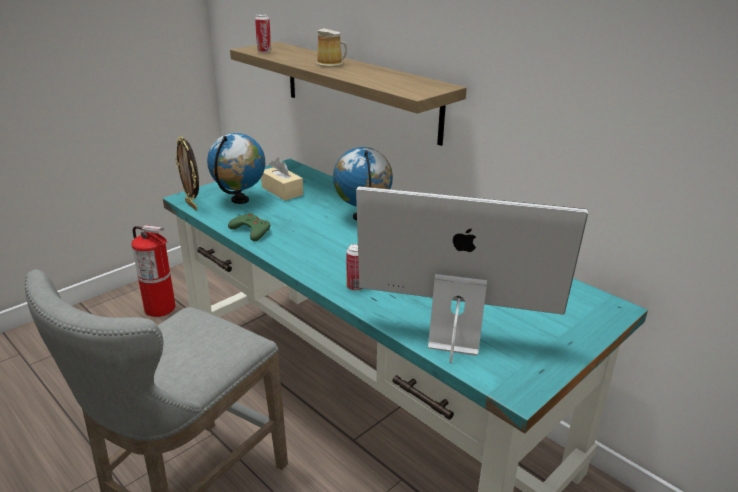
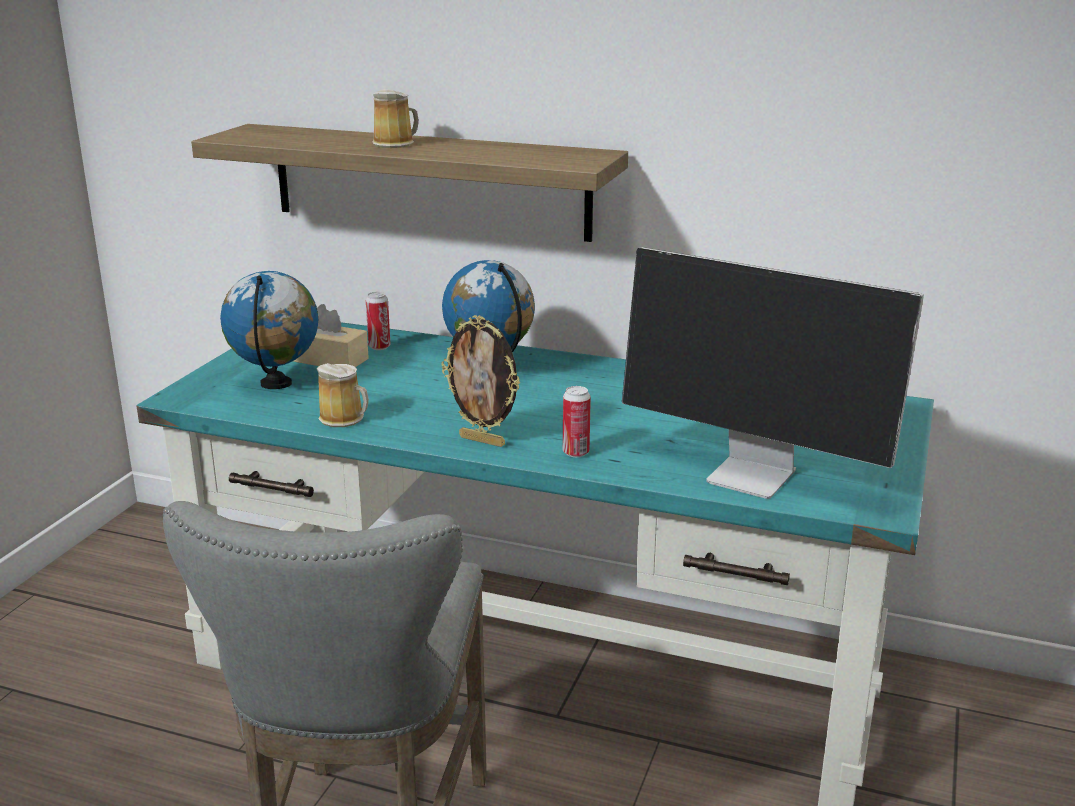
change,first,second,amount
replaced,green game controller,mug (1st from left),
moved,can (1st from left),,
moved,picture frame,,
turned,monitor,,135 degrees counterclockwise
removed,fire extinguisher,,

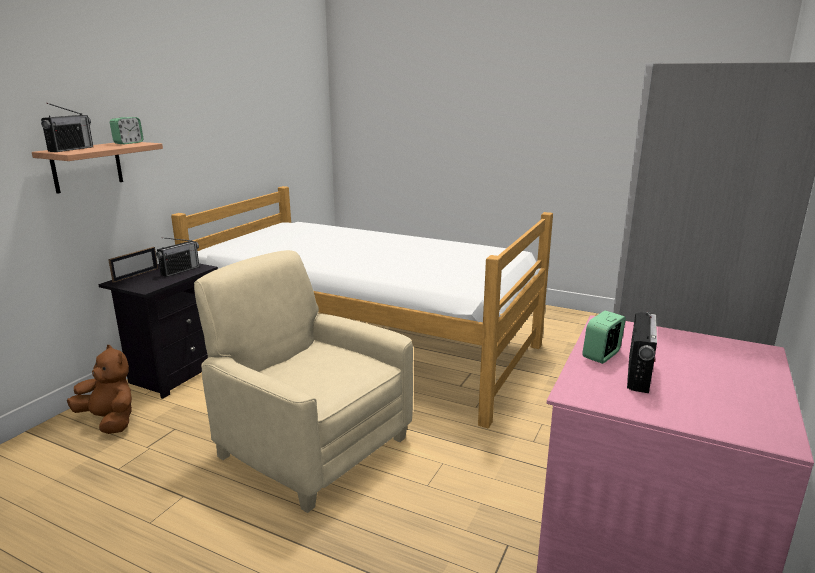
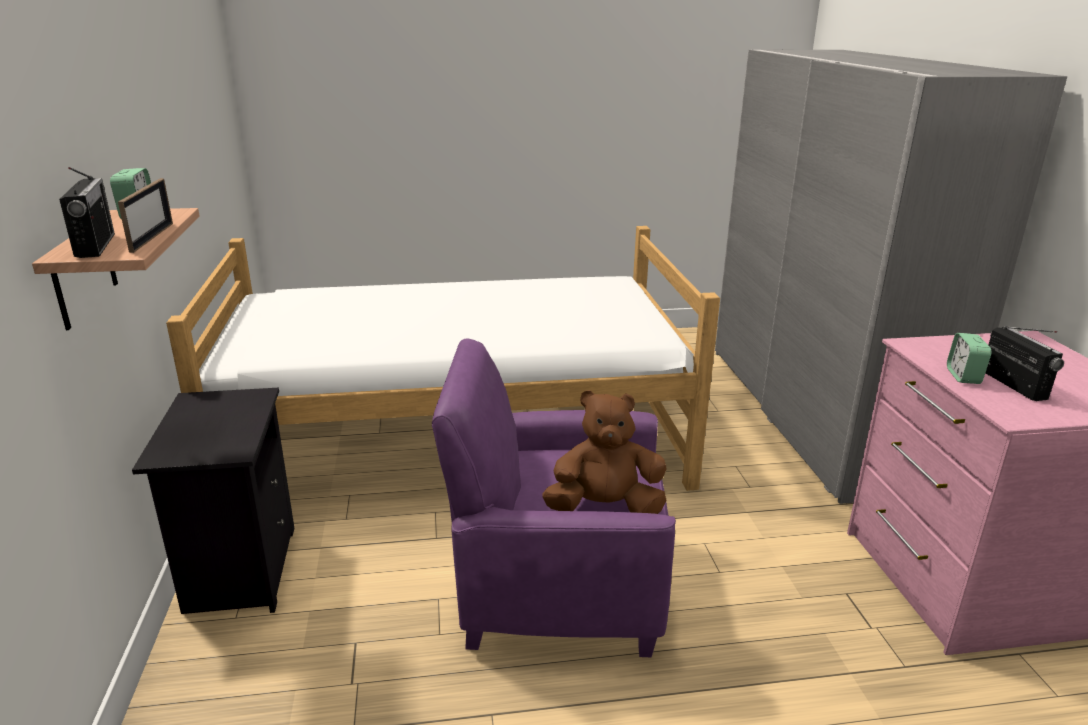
change,first,second,amount
moved,picture frame,,
recoloured,beige armchair,purple armchair,
moved,brown plush toy,,
removed,radio (2nd from left),,

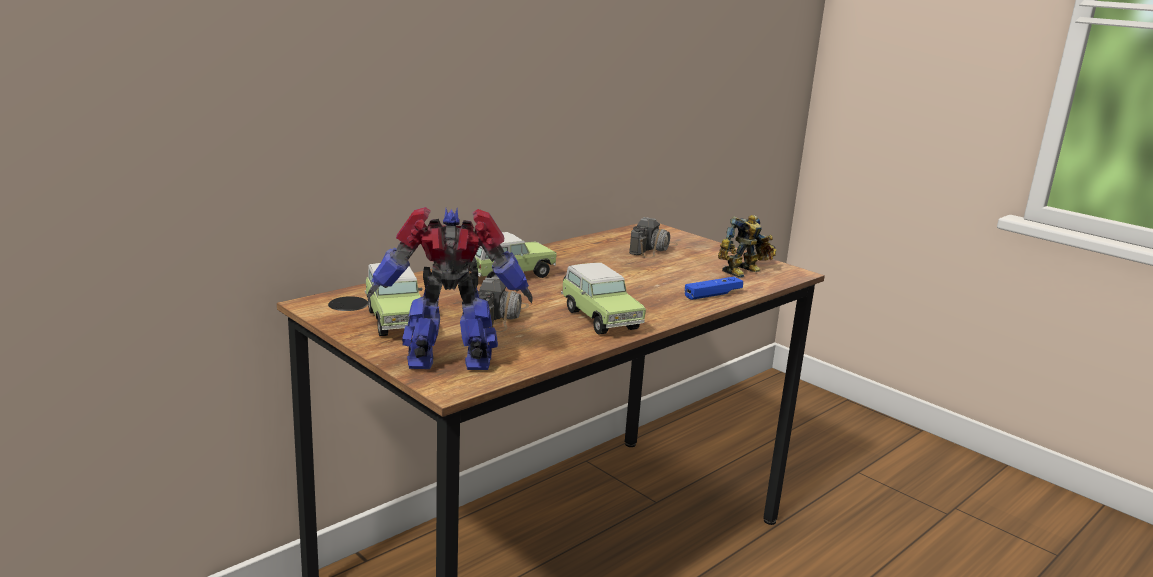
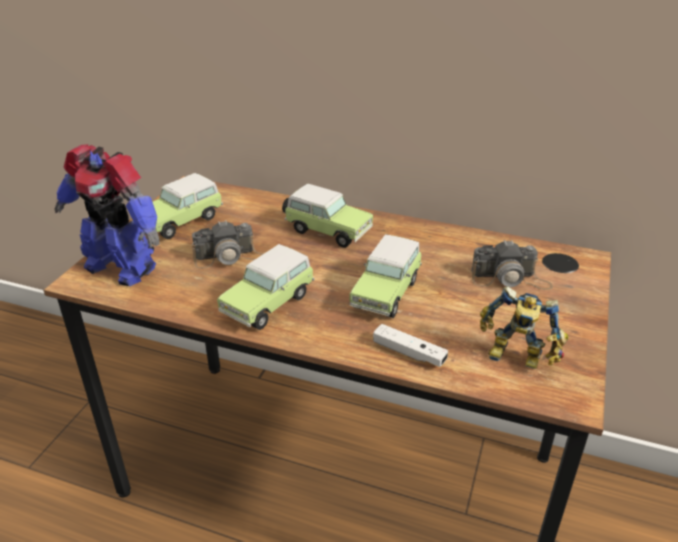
change,first,second,amount
turned,toy robot (1st from left),,150 degrees clockwise
added,,toy car (4th from left),
recoloured,blue game controller,white game controller,

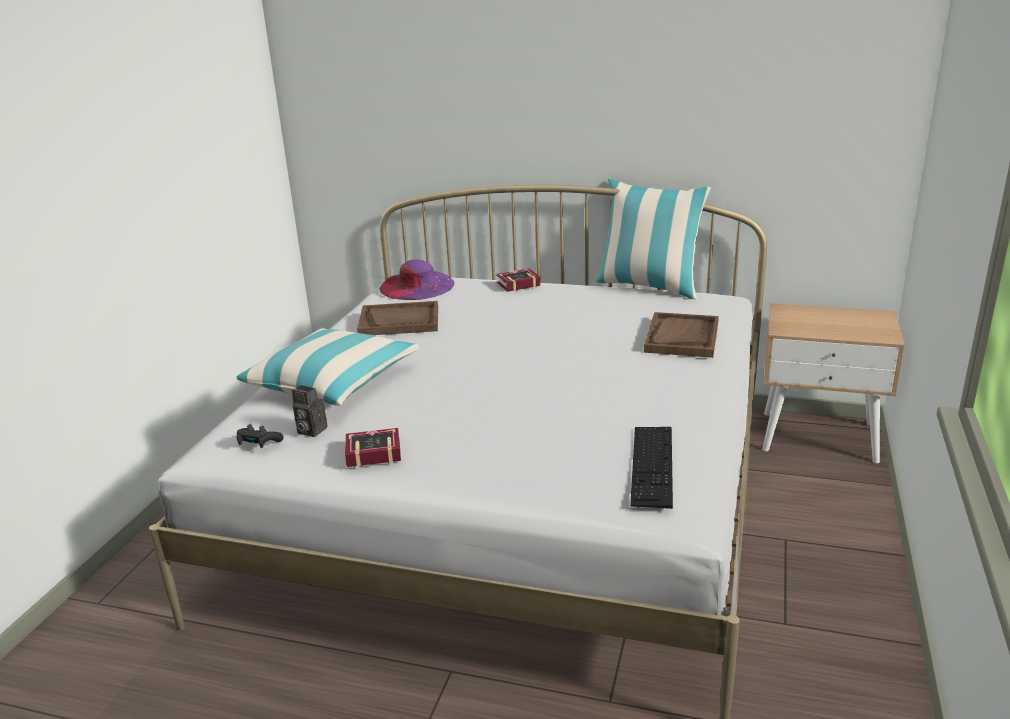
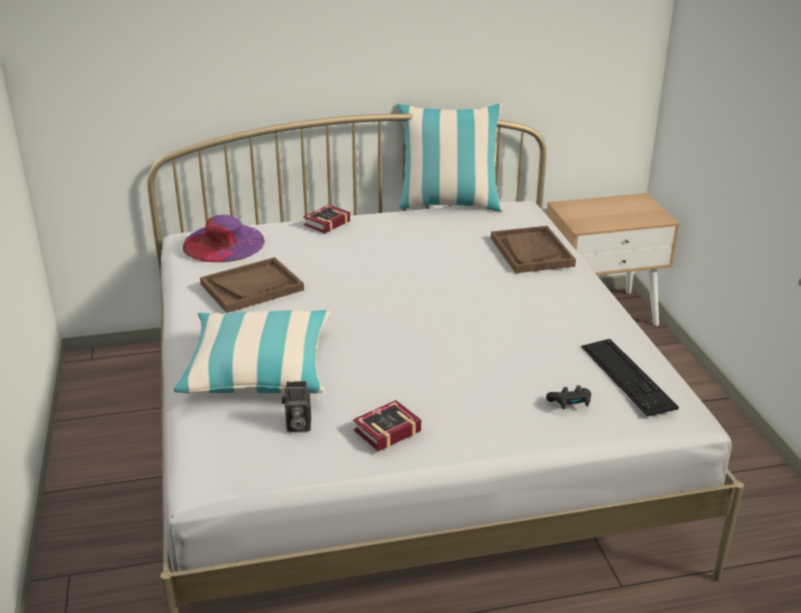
change,first,second,amount
moved,black game controller,,

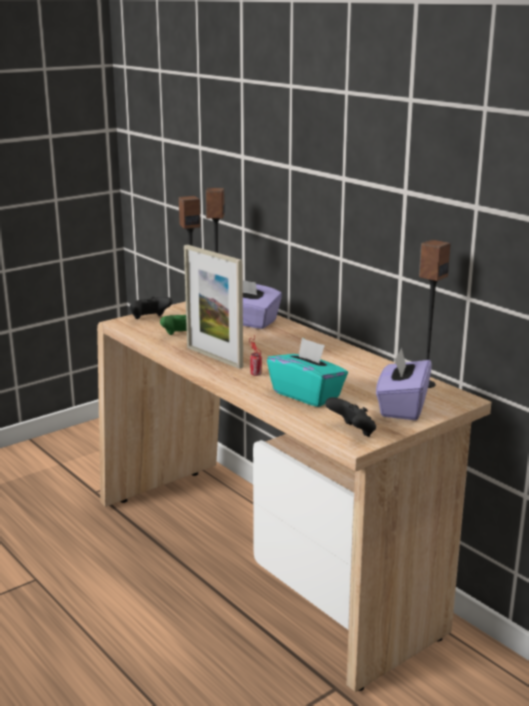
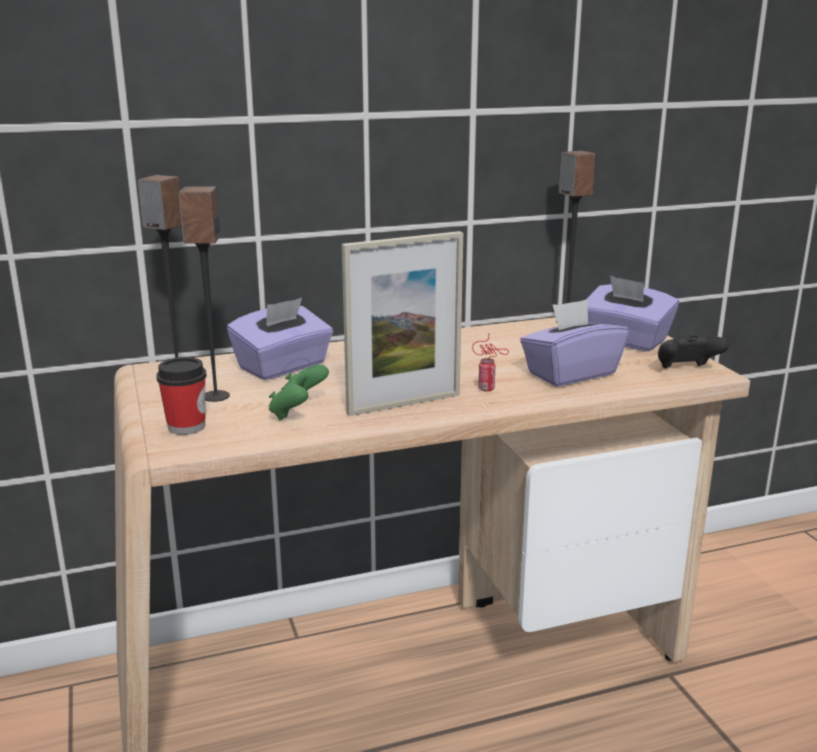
change,first,second,amount
replaced,black game controller (1st from left),cup,
recoloured,turquoise tissue box,purple tissue box (2nd from left),

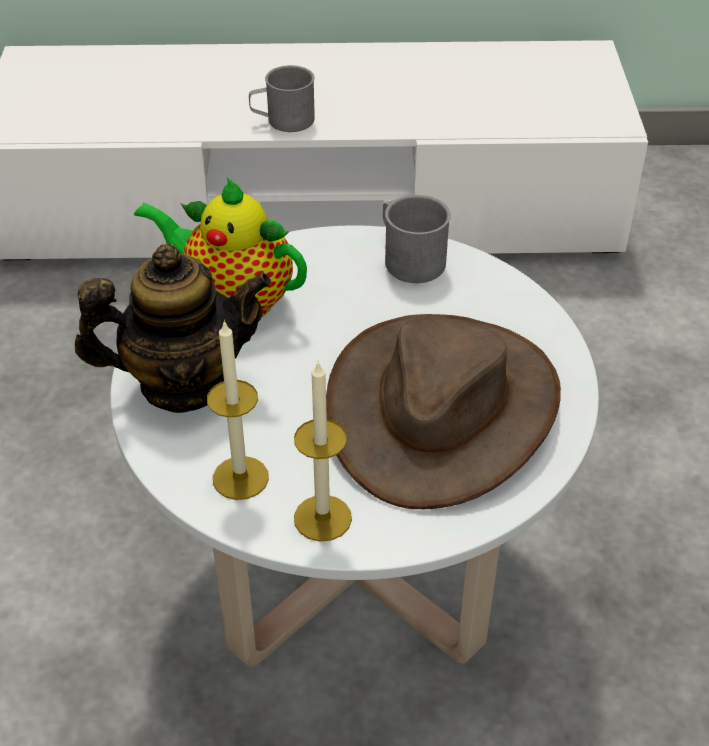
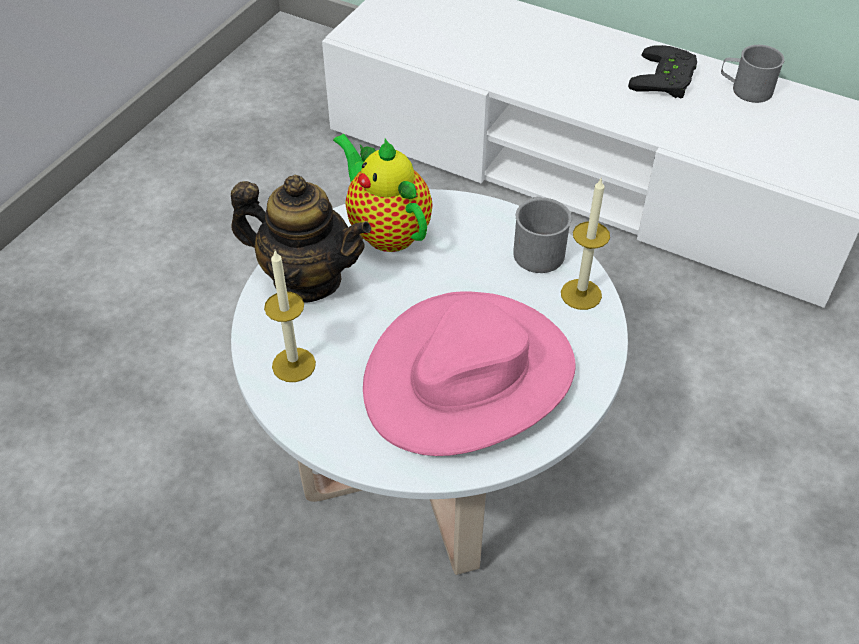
change,first,second,amount
recoloured,brown hat,pink hat,
moved,candle (2nd from left),,
added,,black game controller,
moved,grey mug (1st from left in the first image),grey mug (2nd from left),

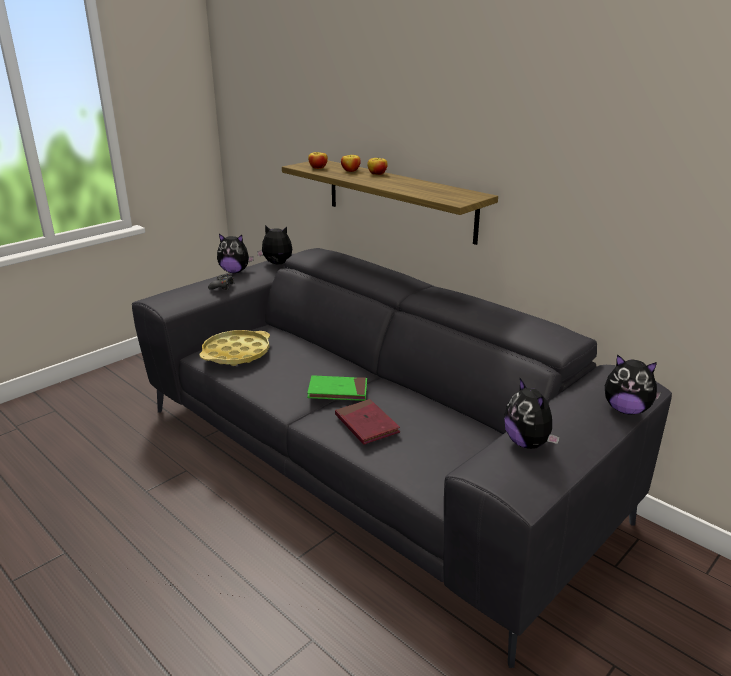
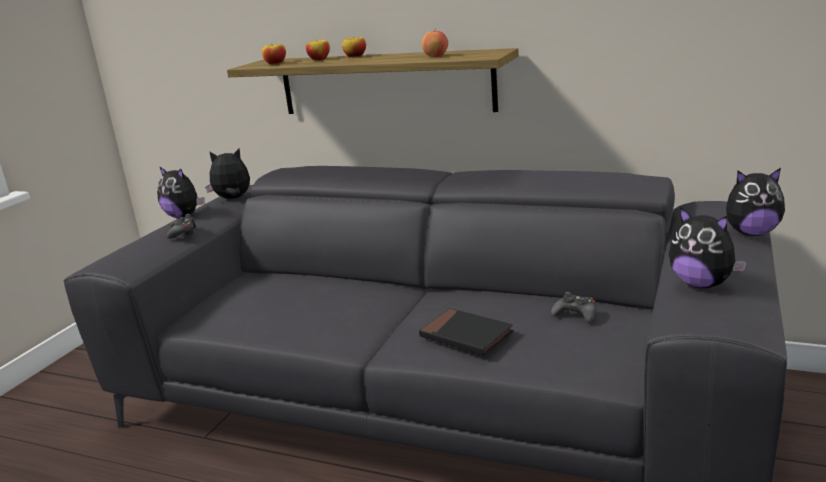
change,first,second,amount
turned,plush toy (1st from left),,45 degrees clockwise
recoloured,red book,black book,
added,,apple (4th from left),
added,,black game controller (2nd from left),
removed,yellow tray,,
removed,green book,,

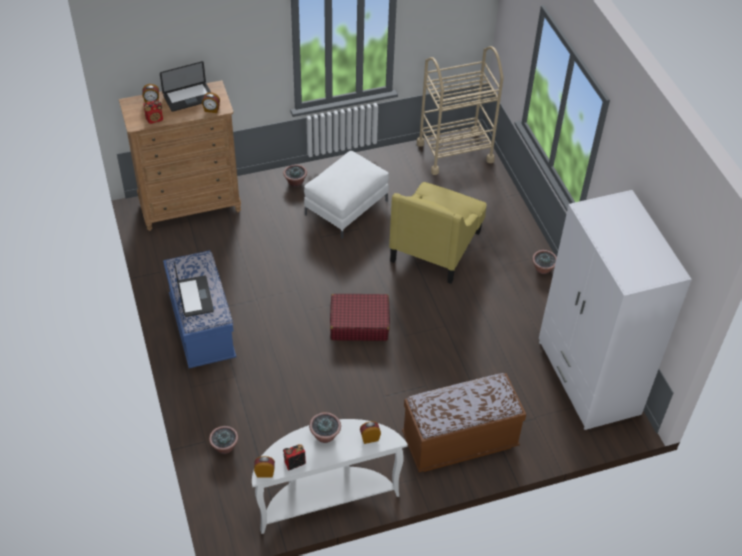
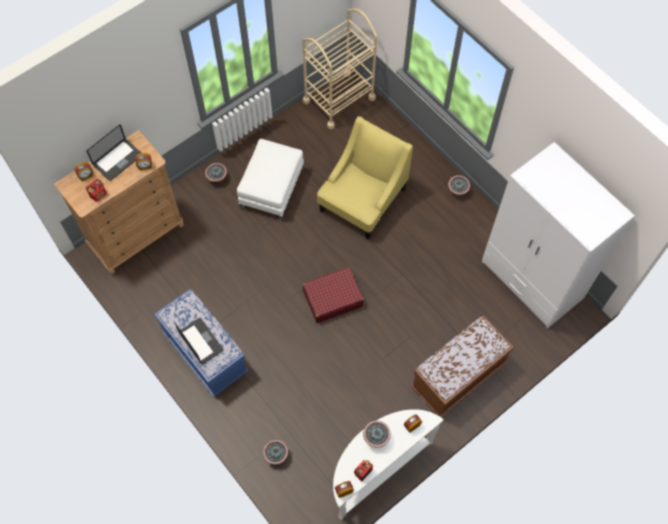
change,first,second,amount
turned,yellow armchair,,150 degrees counterclockwise

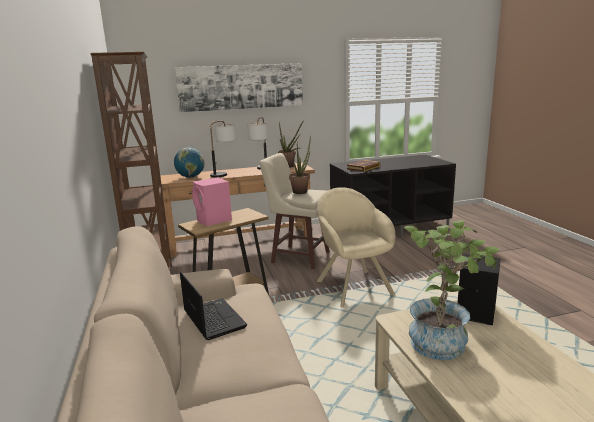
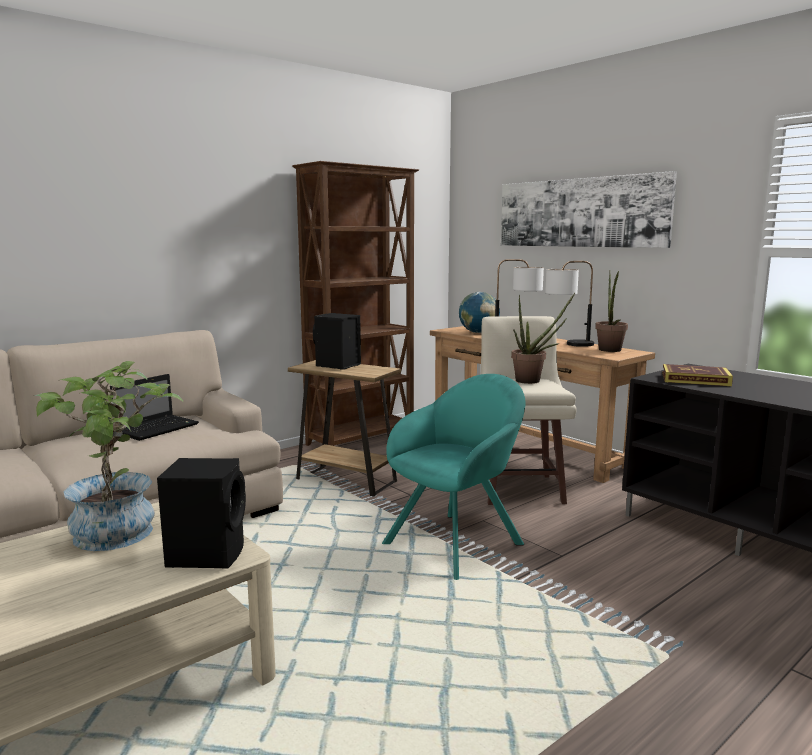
change,first,second,amount
recoloured,pink speaker,black speaker (2nd from left),
recoloured,beige armchair,turquoise armchair,

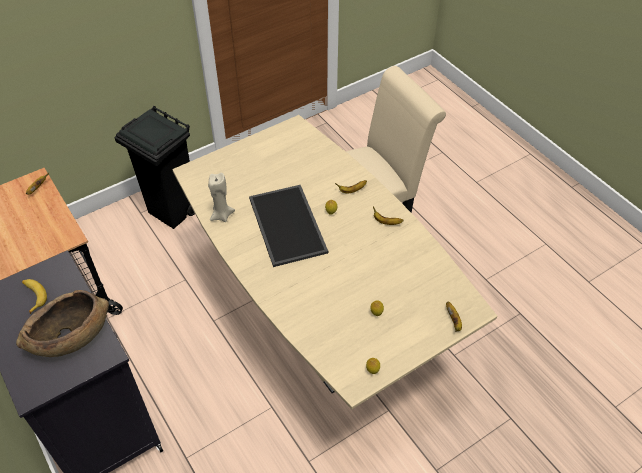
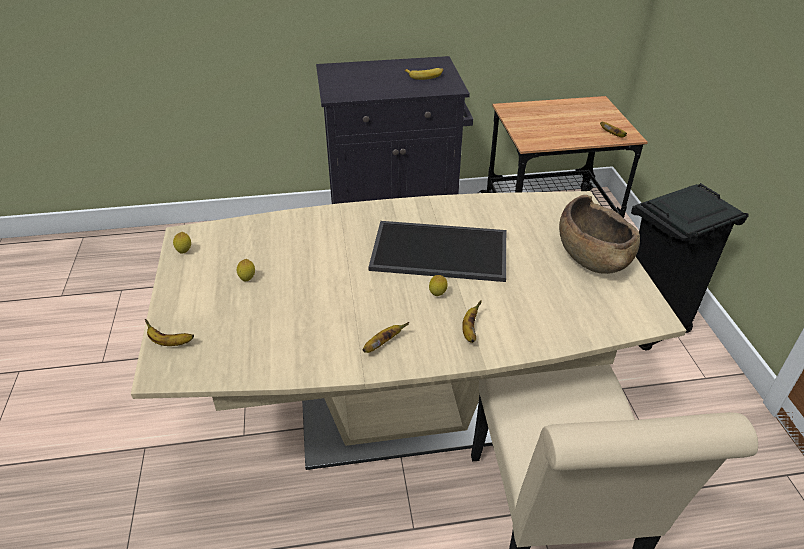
change,first,second,amount
moved,brown bowl,,
removed,beige candle,,

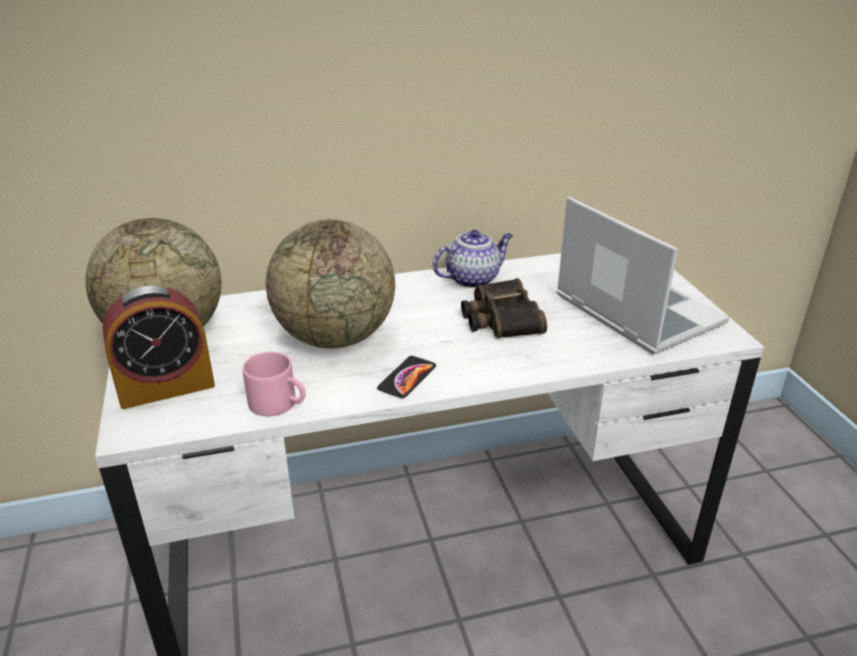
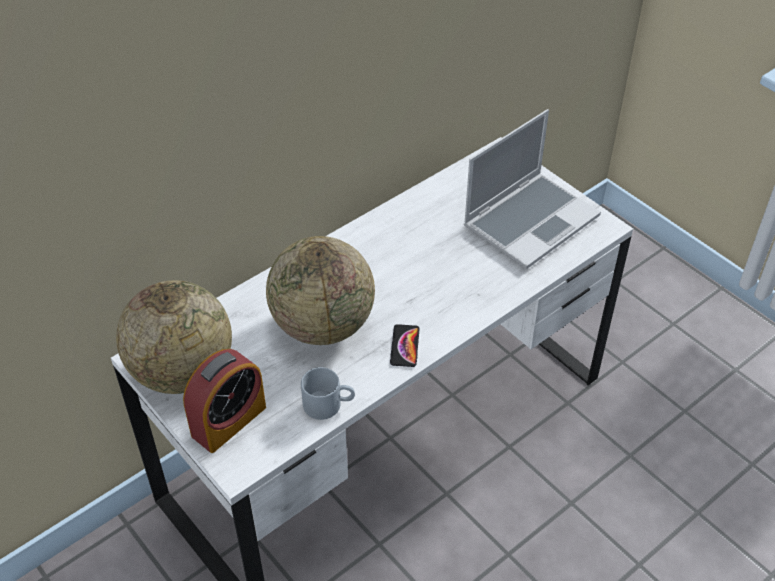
change,first,second,amount
recoloured,pink mug,grey mug,
turned,laptop,,105 degrees clockwise
removed,teapot,,
removed,binoculars,,

